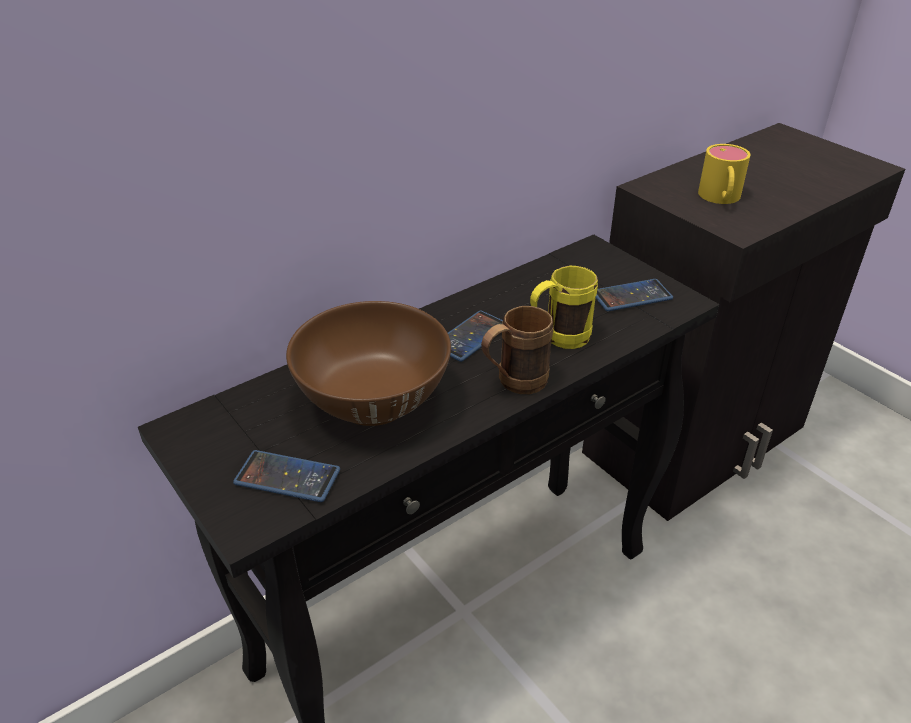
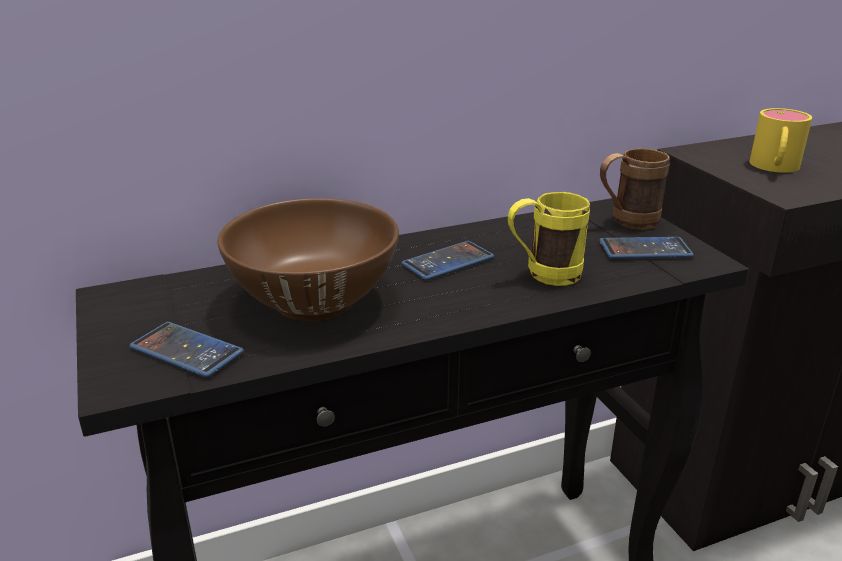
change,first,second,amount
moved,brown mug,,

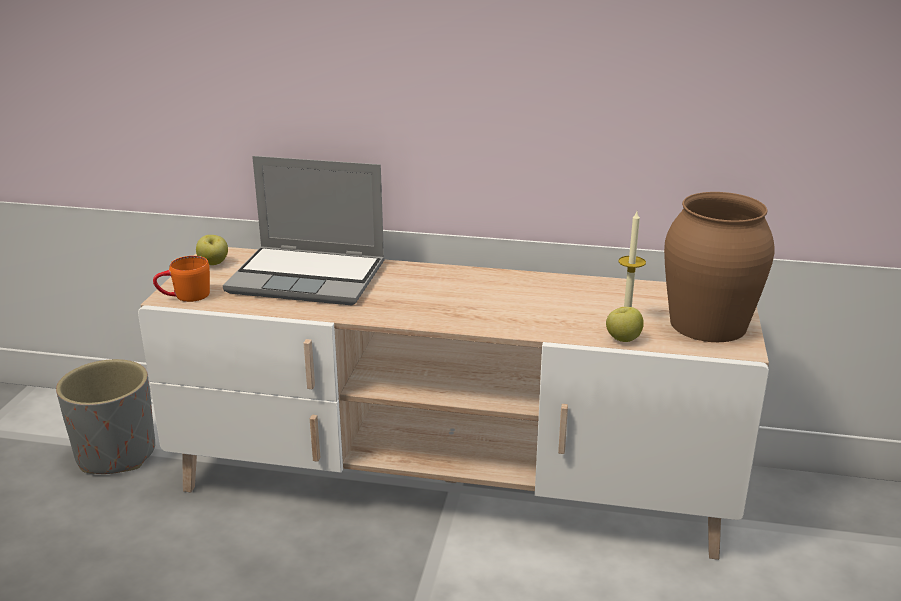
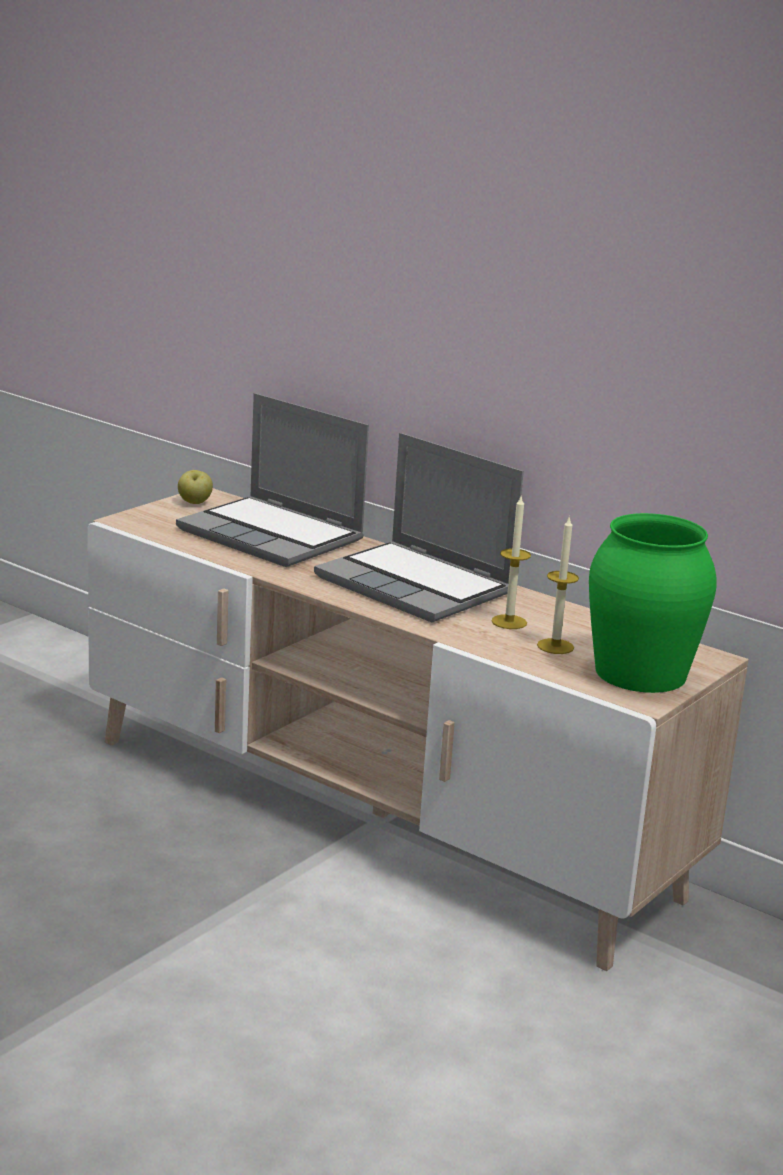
change,first,second,amount
added,,laptop (2nd from left),
added,,candle (1st from left),
recoloured,brown vase,green vase,
removed,grey planter,,
removed,orange mug,,
removed,apple (2nd from left),,

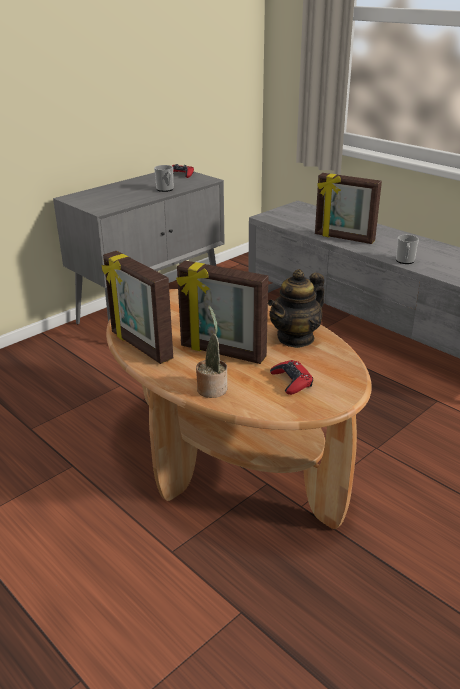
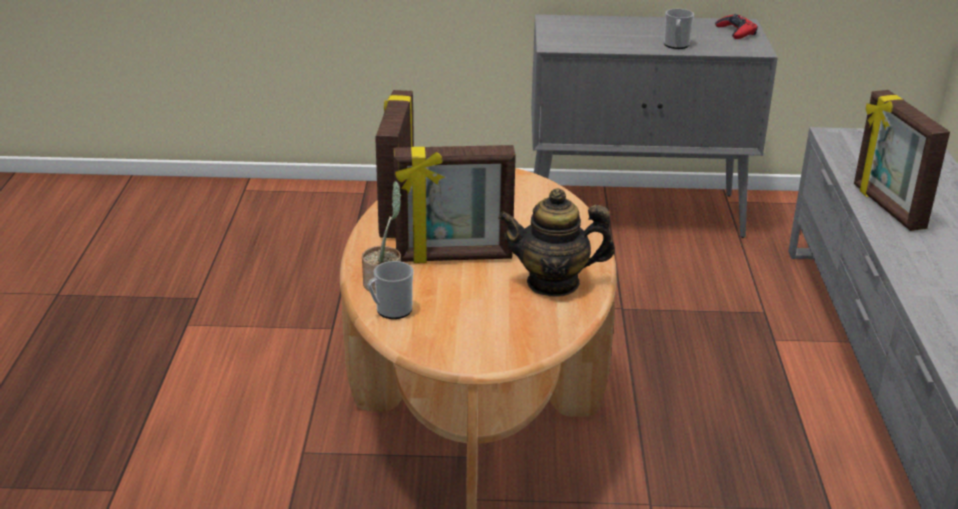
change,first,second,amount
moved,mug (2nd from left in the first image),mug (1st from left),
turned,picture frame (2nd from left),,75 degrees counterclockwise
removed,red game controller (2nd from left),,

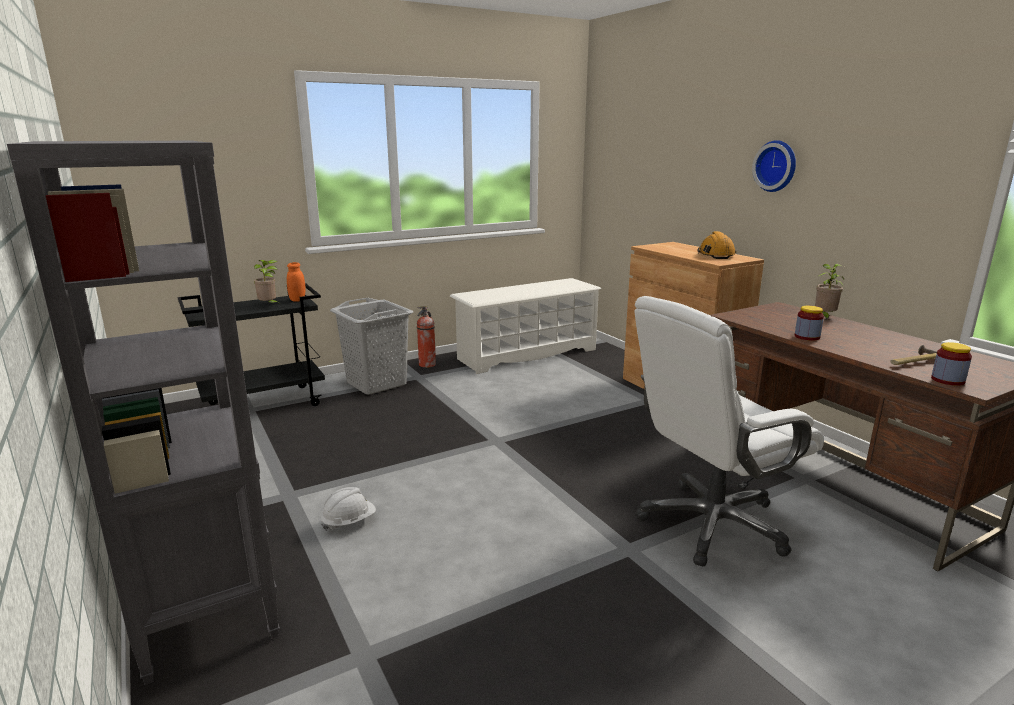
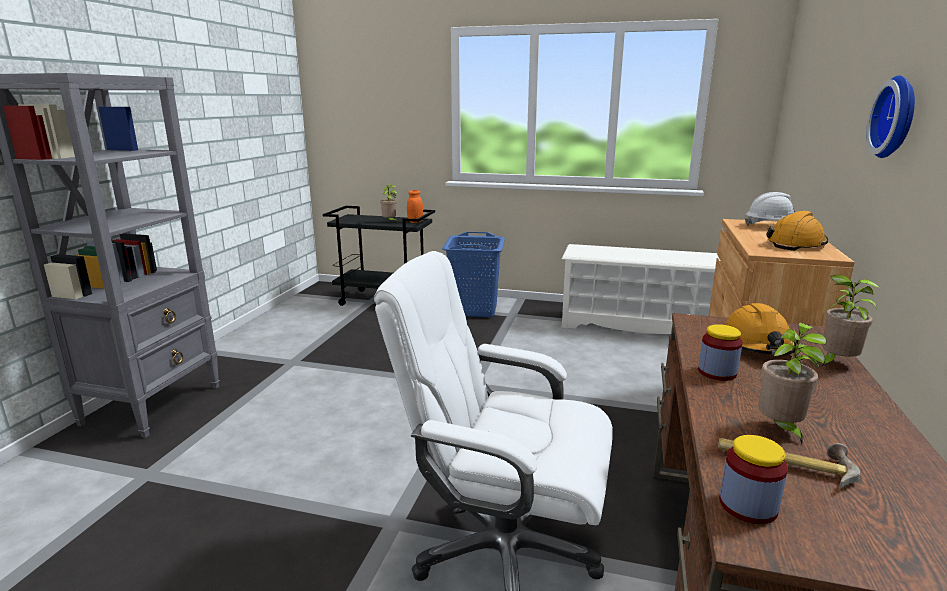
change,first,second,amount
recoloured,grey laundry basket,blue laundry basket,
added,,orange hard hat (1st from left),
moved,white hard hat,,
added,,potted plant (2nd from left),
removed,fire extinguisher,,

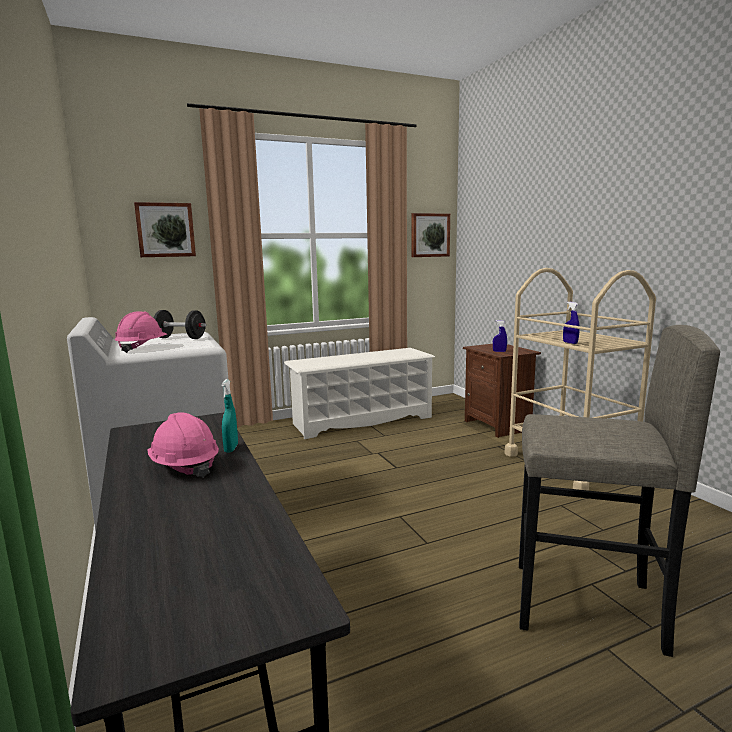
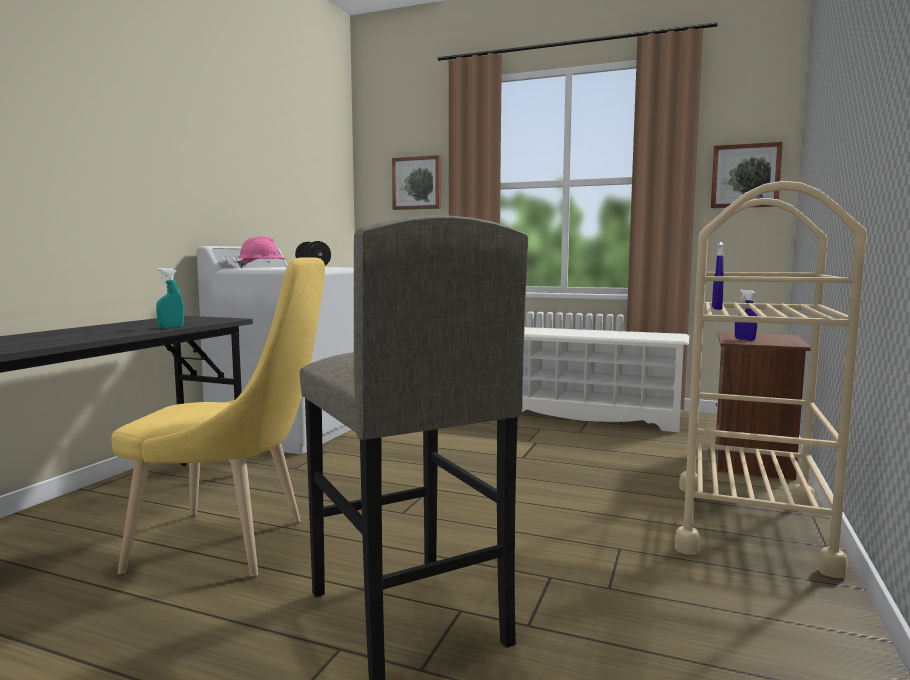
change,first,second,amount
added,,yellow chair,
removed,pink hard hat (2nd from left),,

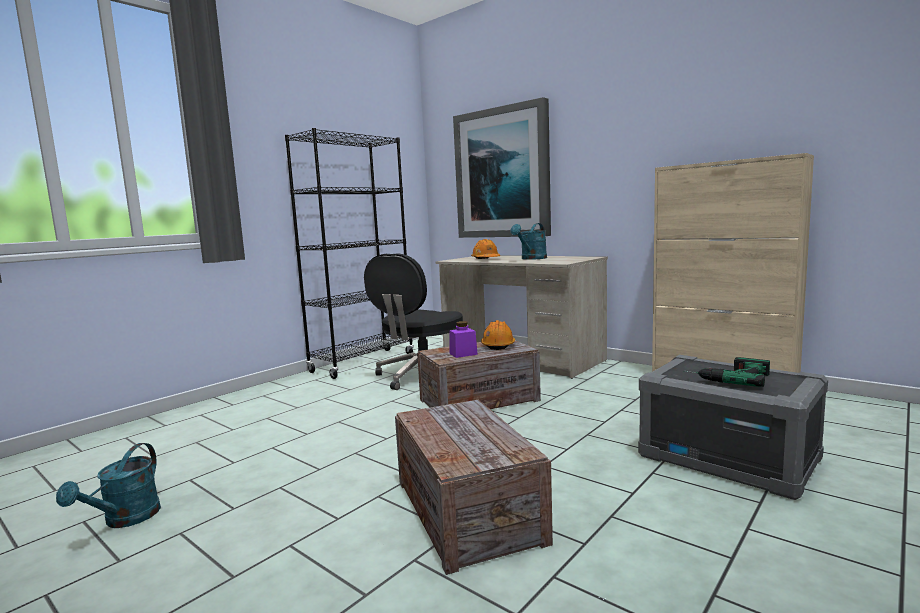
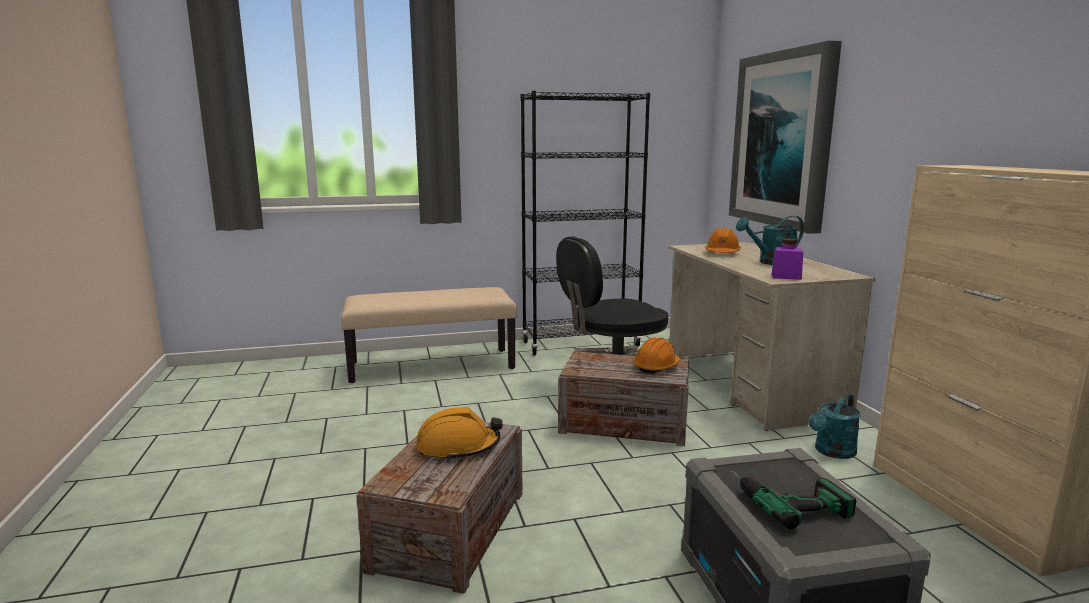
change,first,second,amount
added,,beige bench,
added,,orange hard hat (1st from left),
moved,purple jar,,
moved,turquoise watering can (1st from left in the first image),turquoise watering can (2nd from left),

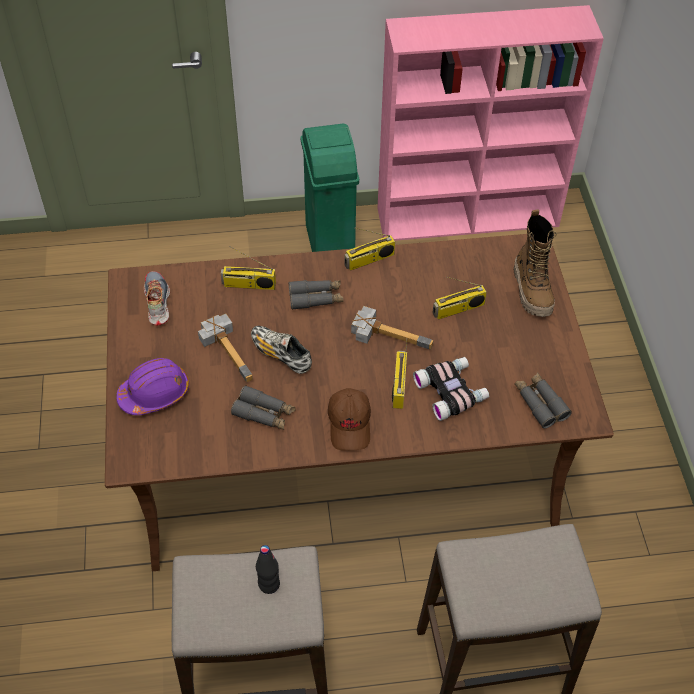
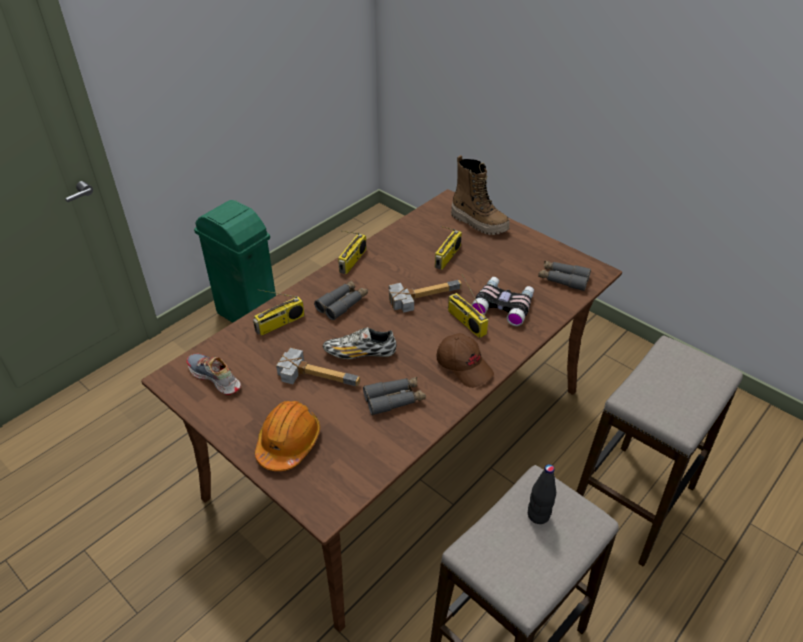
change,first,second,amount
recoloured,purple hard hat,orange hard hat,
removed,pink bookcase,,

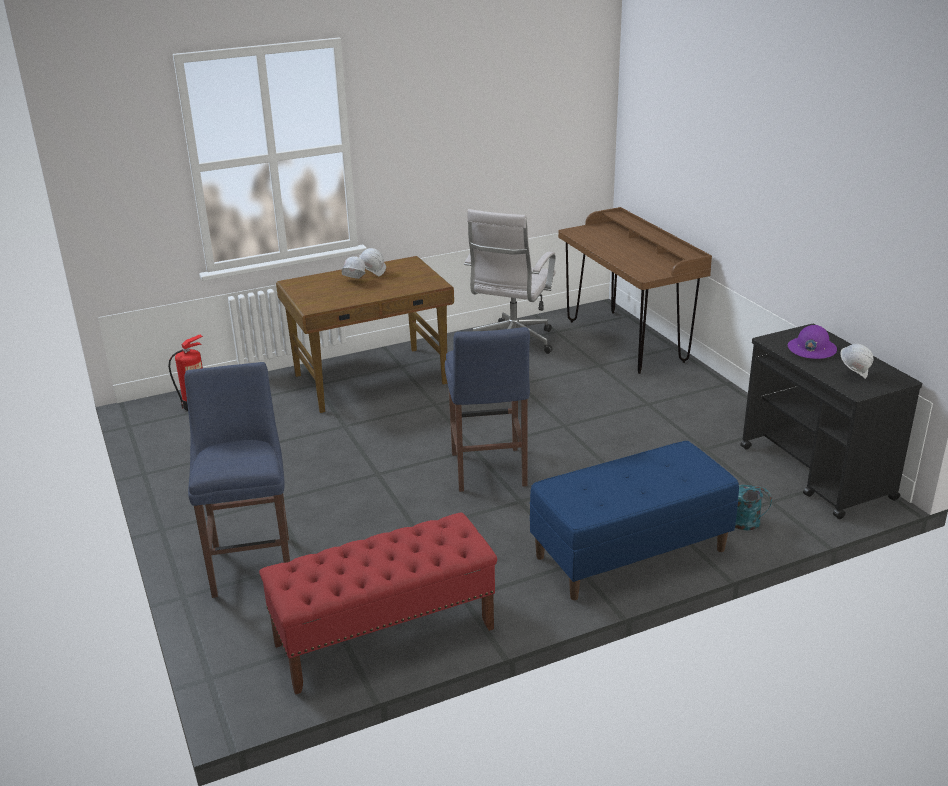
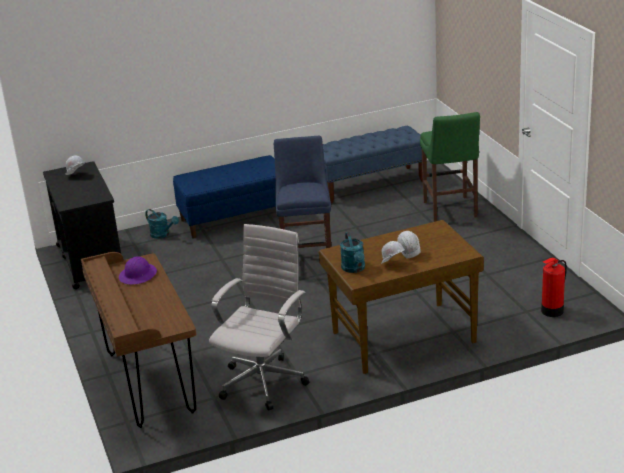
change,first,second,amount
moved,purple hard hat,,
recoloured,red bench,blue bench (2nd from left),
added,,turquoise watering can (2nd from left),
recoloured,blue stool (1st from left),green stool,

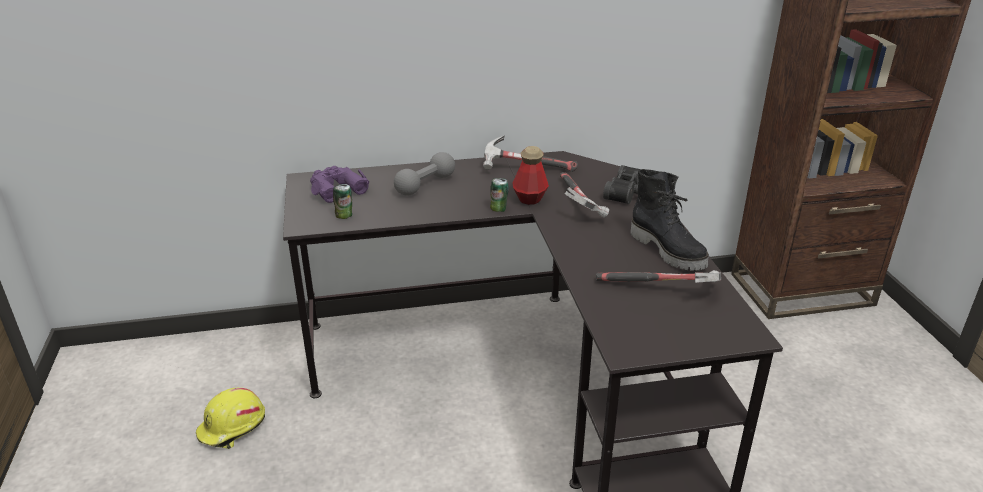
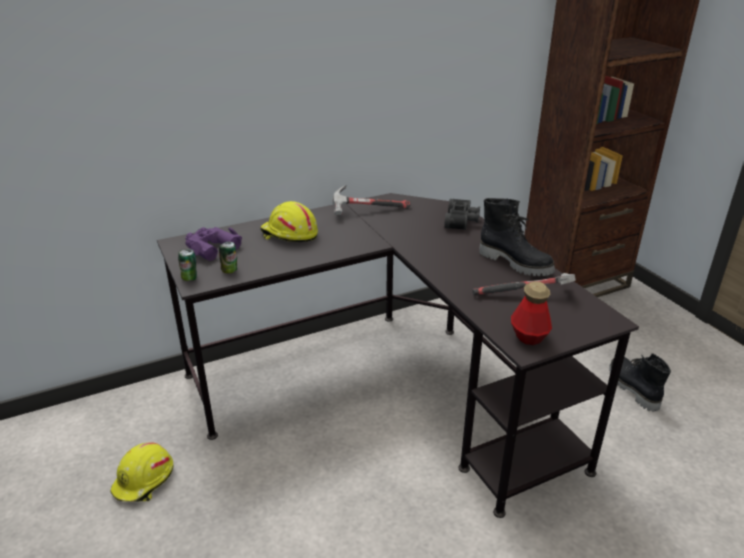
change,first,second,amount
moved,can (2nd from left in the first image),can (1st from left),
replaced,grey dumbbell,yellow hard hat (2nd from left),
moved,bottle,,
added,,black boot (2nd from left),
removed,hammer (2nd from left),,

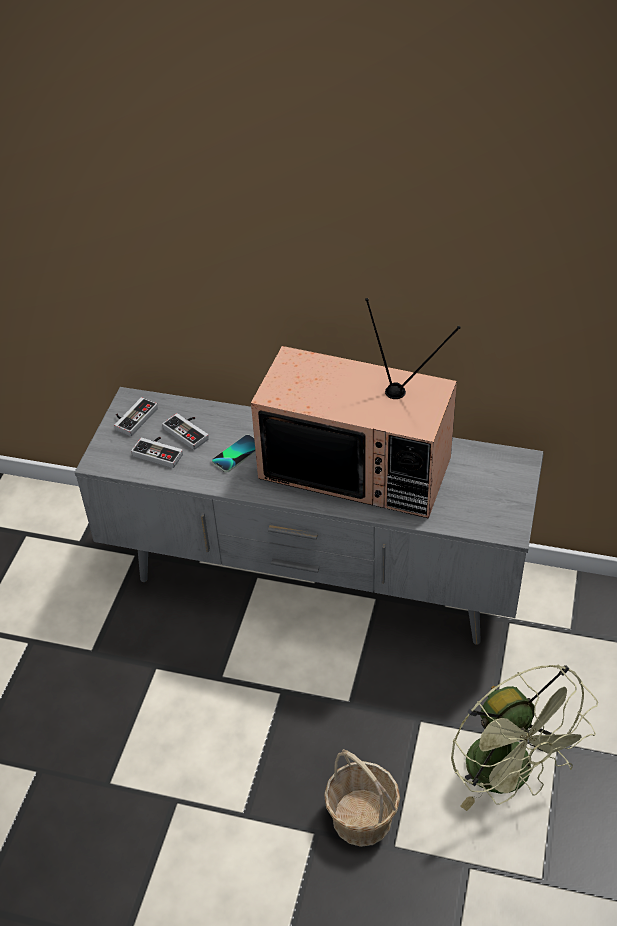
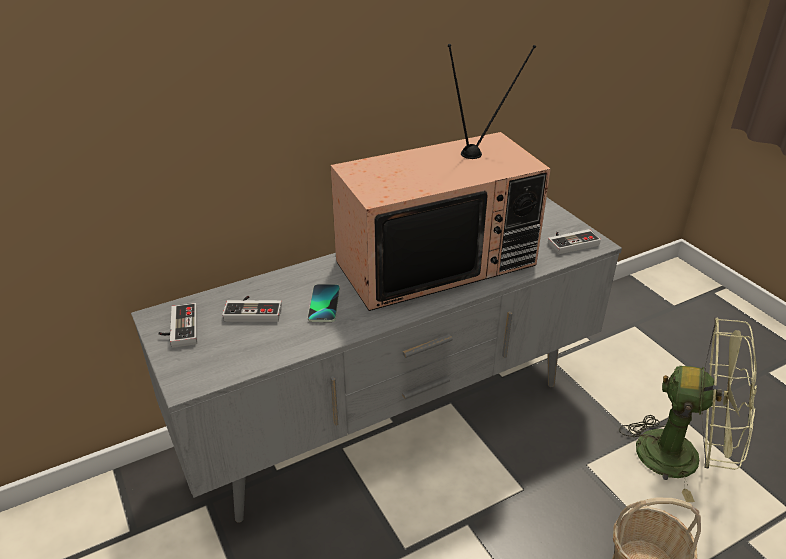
change,first,second,amount
moved,game controller (2nd from left in the first image),game controller (3rd from left),

